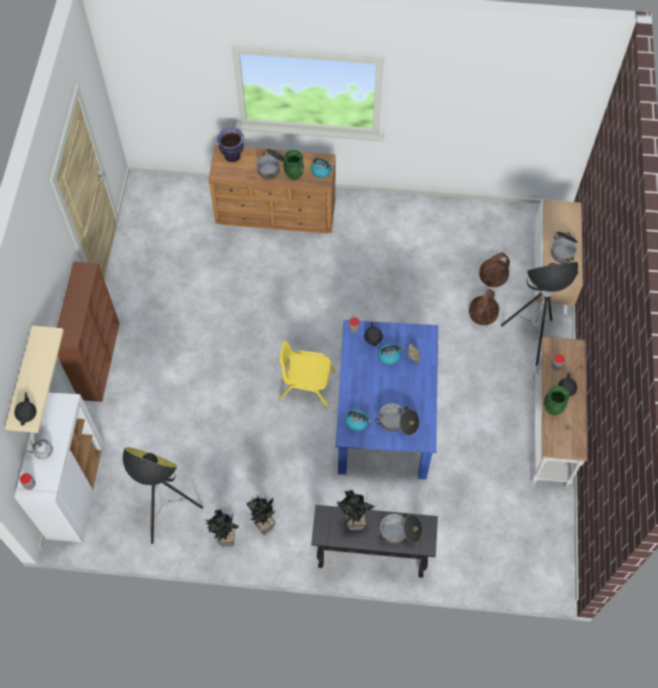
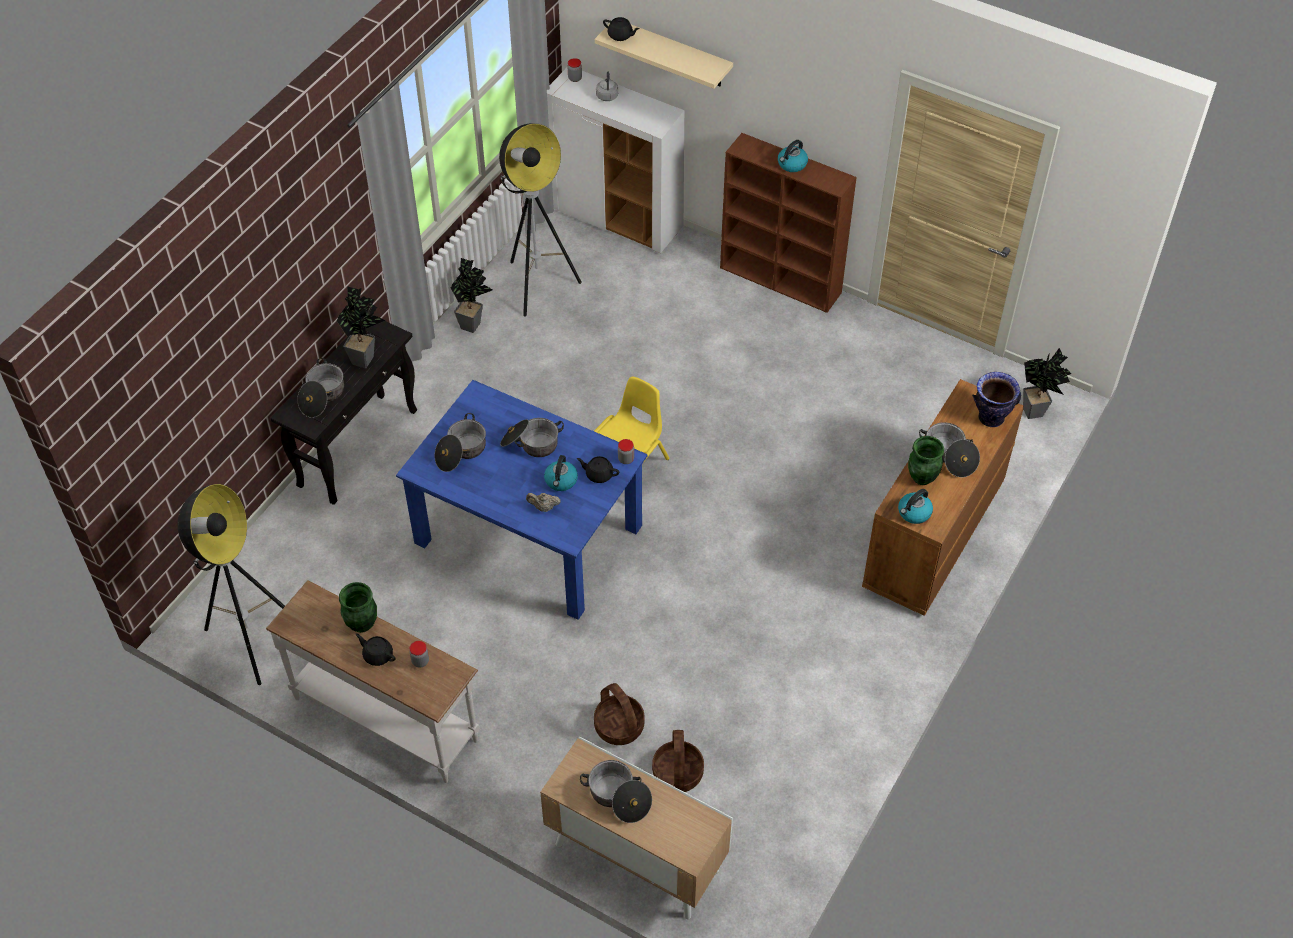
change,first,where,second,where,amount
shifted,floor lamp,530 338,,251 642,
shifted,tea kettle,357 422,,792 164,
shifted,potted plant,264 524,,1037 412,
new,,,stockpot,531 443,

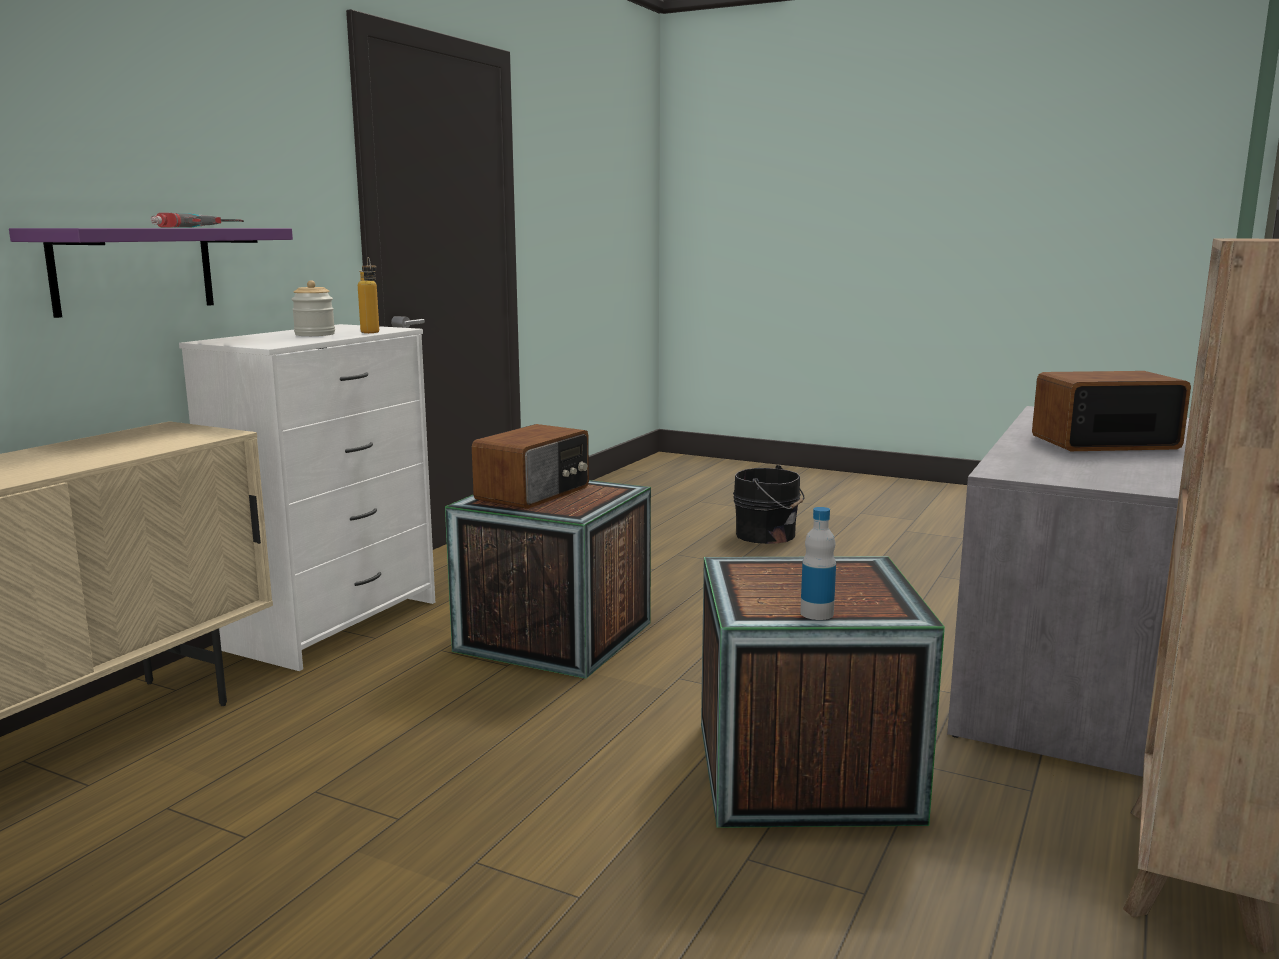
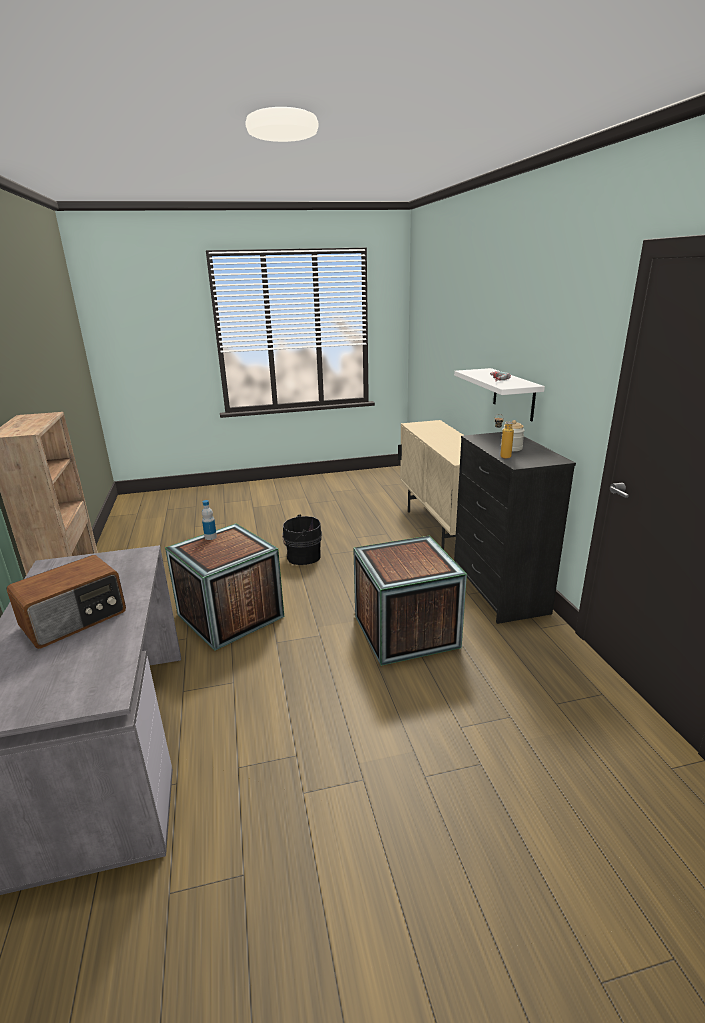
change,first,where,second,where,amount
repainted,purple-coloured wall shelf,134 269,whitish wall shelf,513 394,
repainted,whitish dresser,332 624,blackish dresser,498 591,
gone,radio receiver,535 493,,,
shifted,blackish bucket,768 535,,302 556,

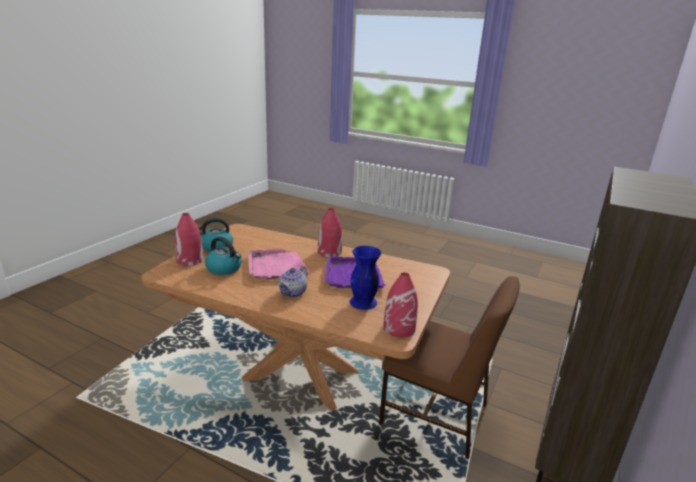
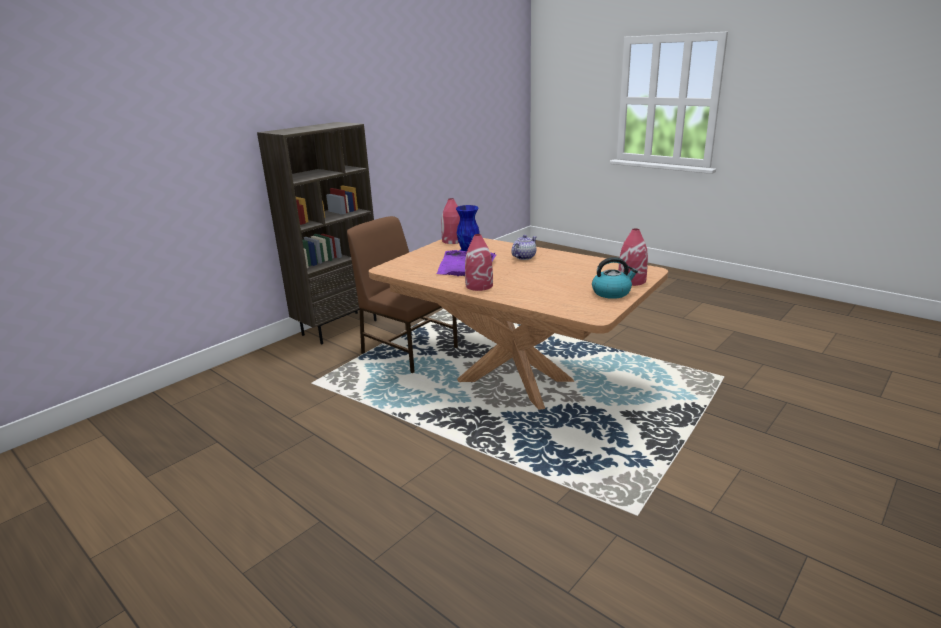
change,first,where,second,where,amount
gone,tea kettle,224 268,,,
gone,pink-coloured carrying tray,276 267,,,

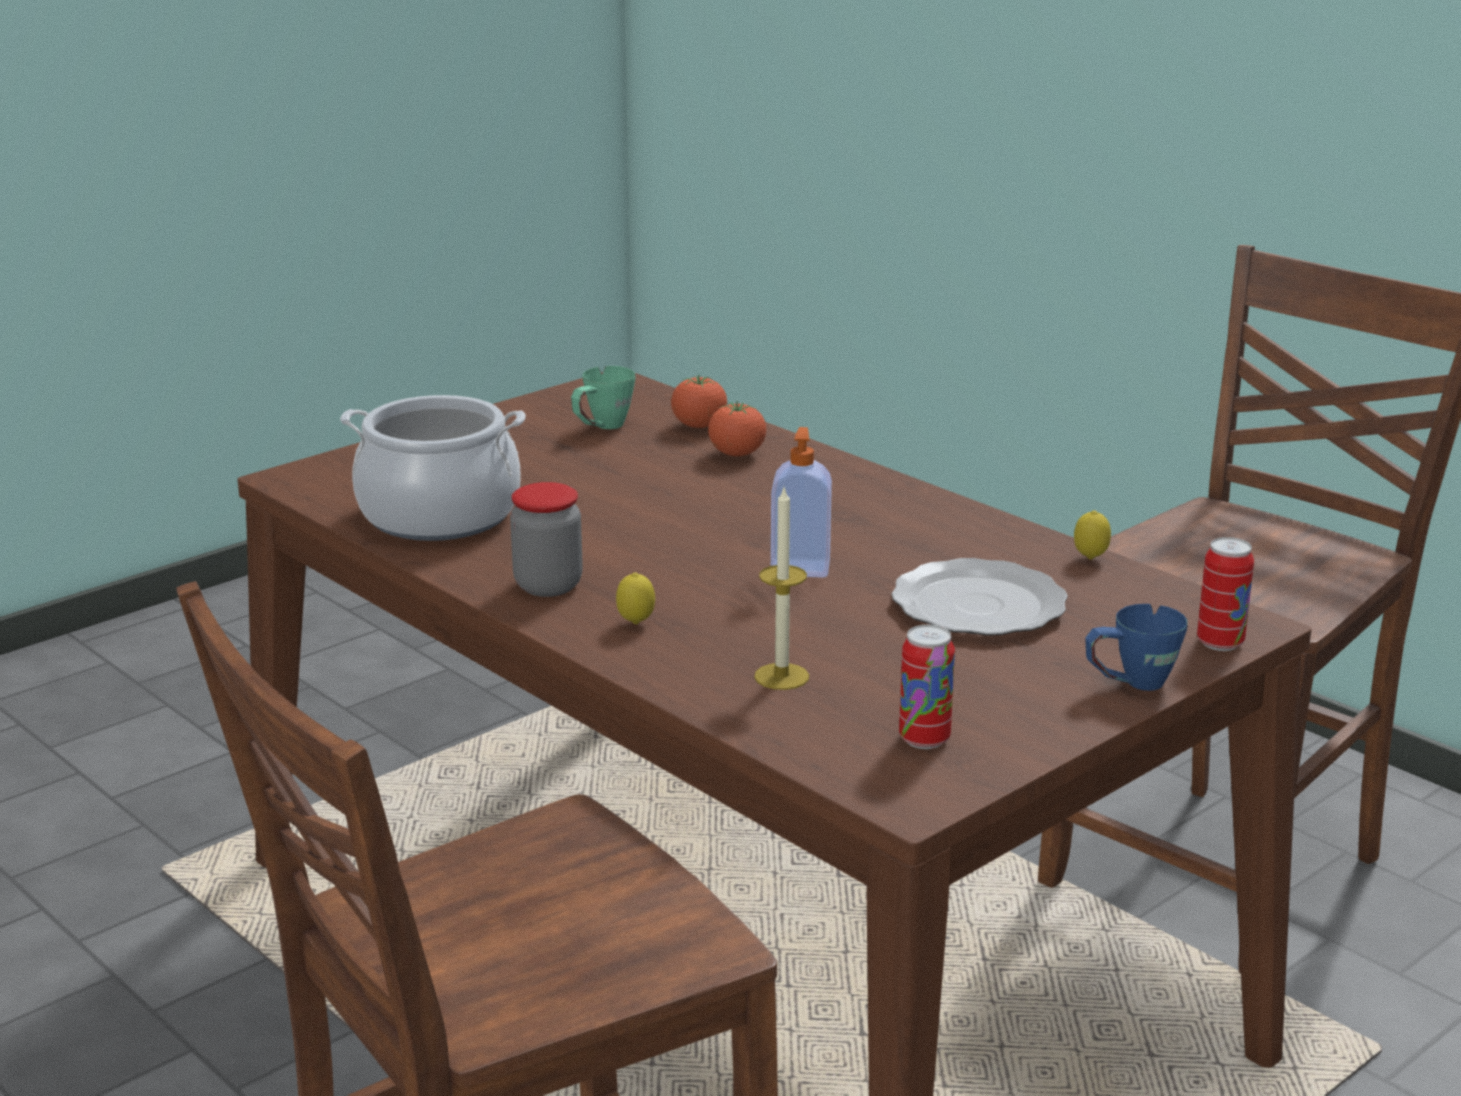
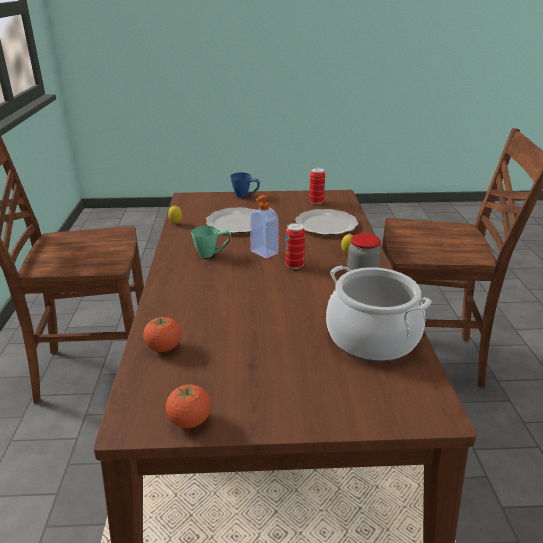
change,first,where,second,where,amount
shifted,green-coloured tea mug,601 428,,212 254,
shifted,fresh tomato,737 454,,190 421,
swapped,candle,781 676,plate,327 225,
shifted,metal can,1220 643,,294 265,

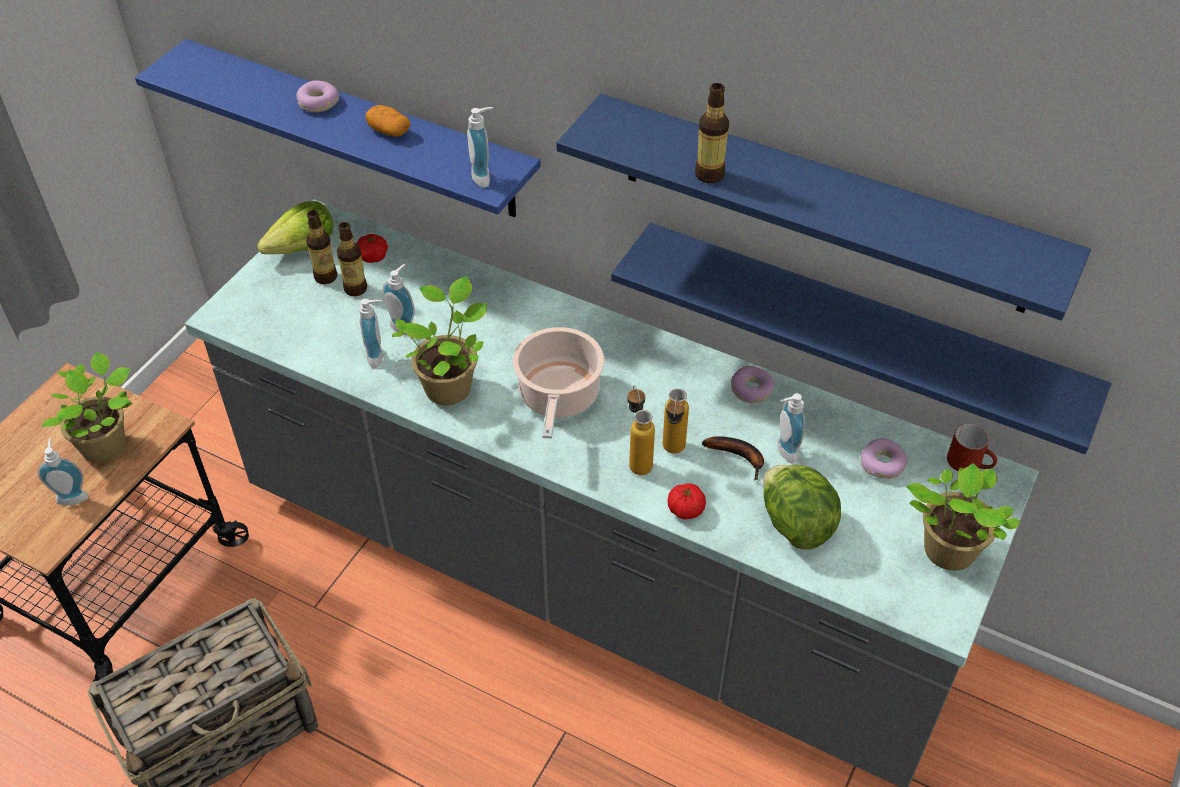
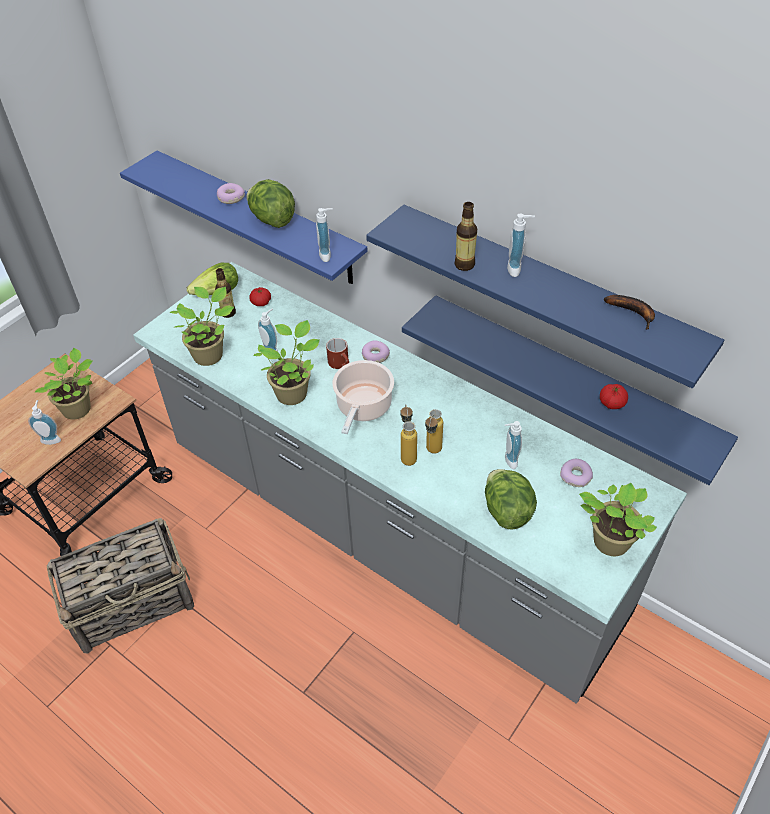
change,first,where,second,where,amount
swapped,whole potato,389 131,lettuce head,272 220,
gone,drink bottle,355 289,,,
shifted,liquid soap bottle,379 356,,517 268,
shifted,doughnut,751 390,,375 356,
shifted,red-coloured tea mug,970 463,,341 364,
shifted,banana,739 457,,633 313,
shifted,fresh tomato,685 509,,612 403,
new,,,potted plant,210 354,

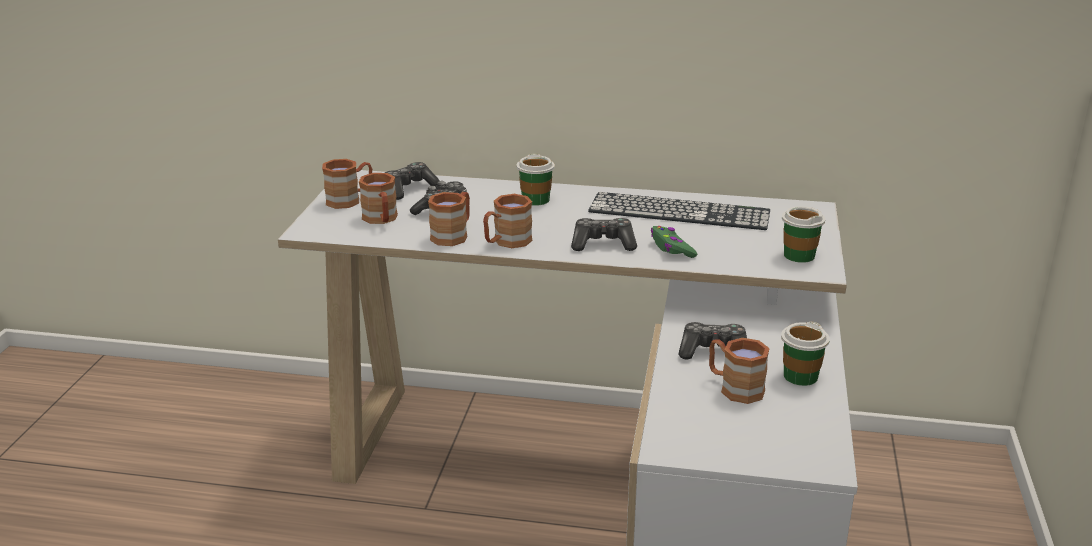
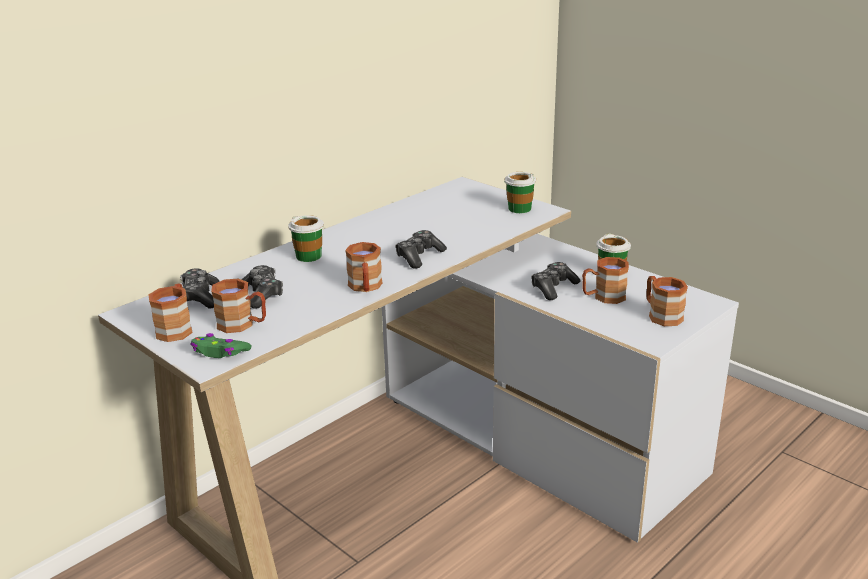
change,first,where,second,where,amount
shifted,brown-coloured tea mug,453 235,,661 315,
gone,PC keyboard,679 211,,,
shifted,green-coloured game controller,671 248,,220 352,

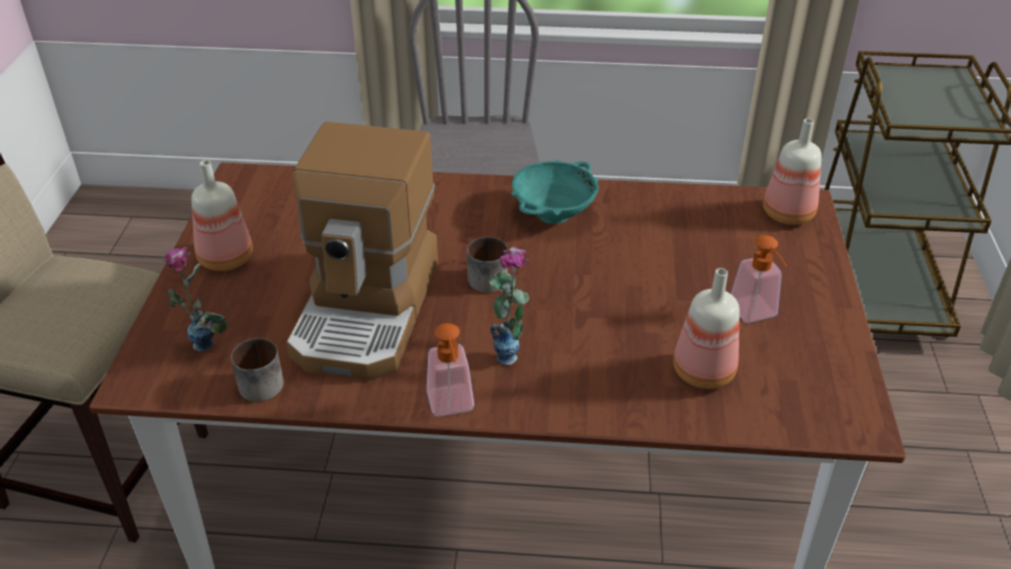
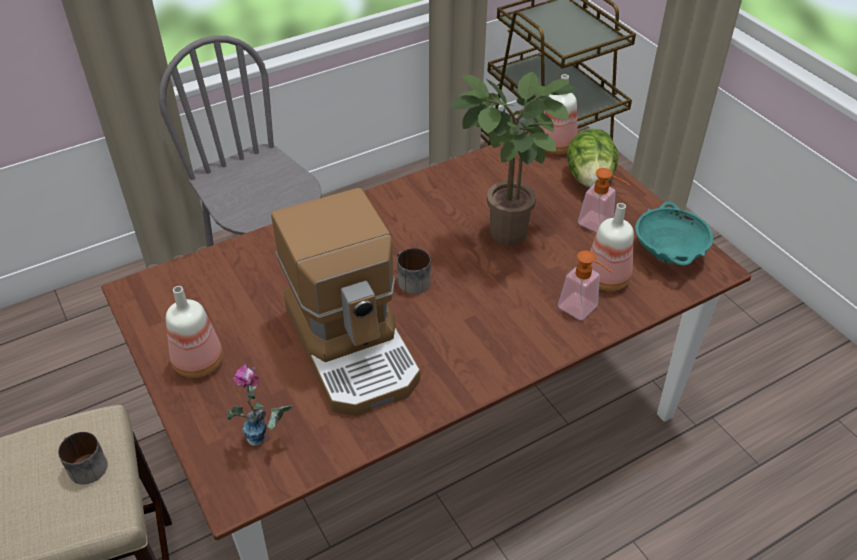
change,first,where,second,where,amount
shifted,turquoise serving bowl,553 214,,668 253,
gone,vase,510 348,,,
shifted,liquid soap bottle,452 407,,583 310,
shifted,tea mug,258 381,,83 466,
new,,,potted plant,506 237,
new,,,lettuce head,589 179,

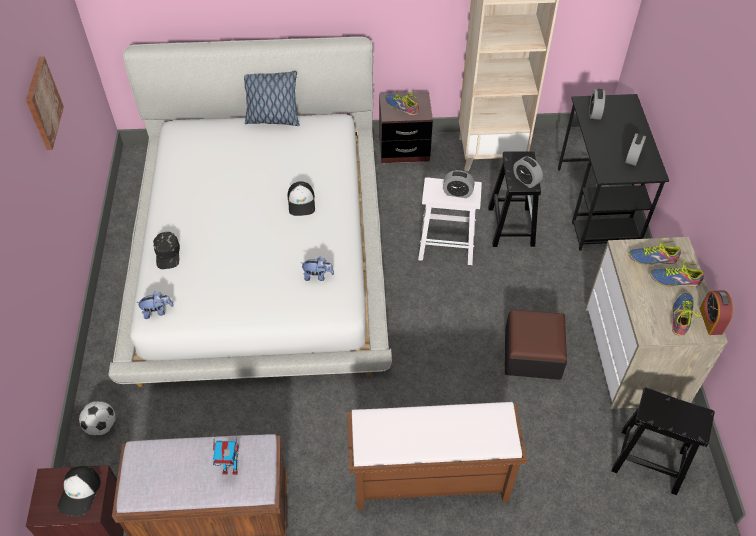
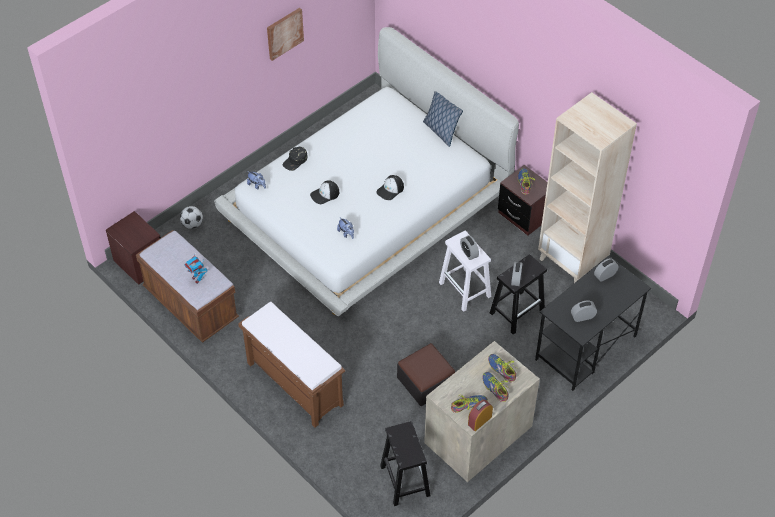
change,first,where,second,where,amount
shifted,cap,80 493,,325 194,

